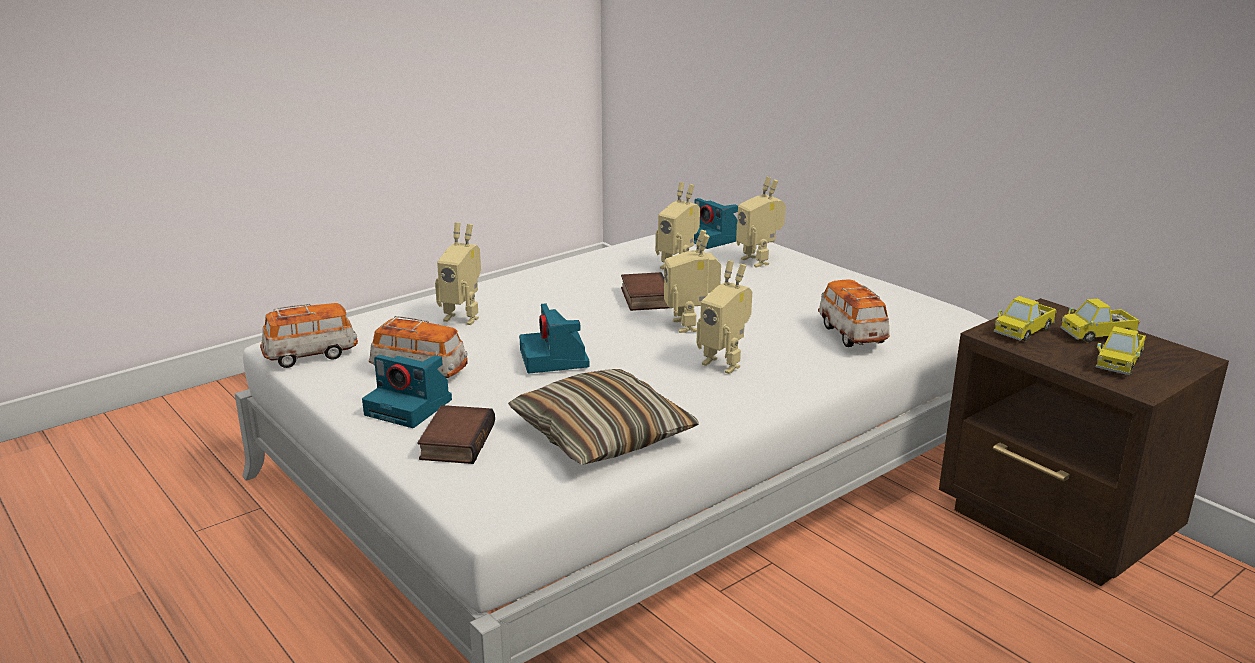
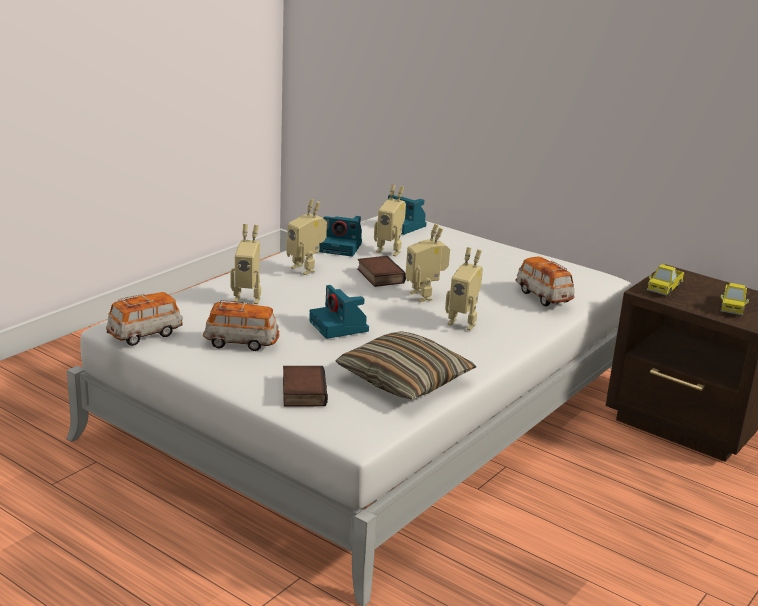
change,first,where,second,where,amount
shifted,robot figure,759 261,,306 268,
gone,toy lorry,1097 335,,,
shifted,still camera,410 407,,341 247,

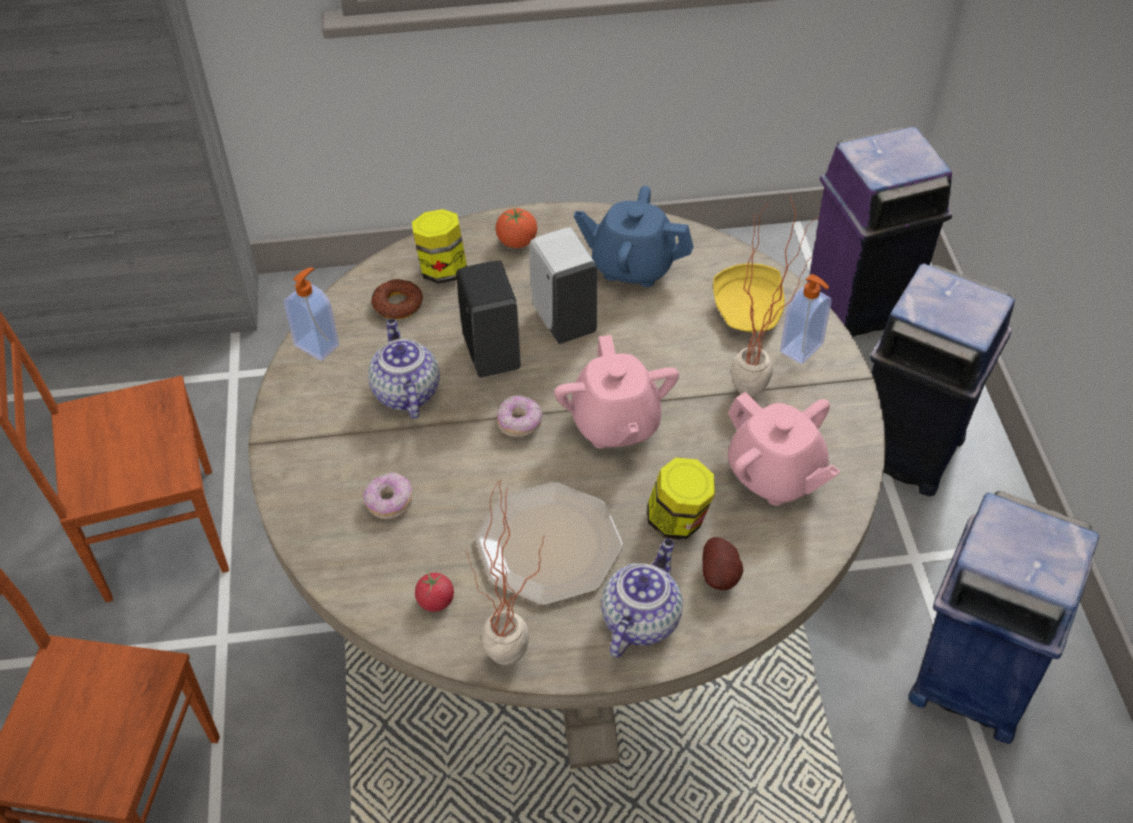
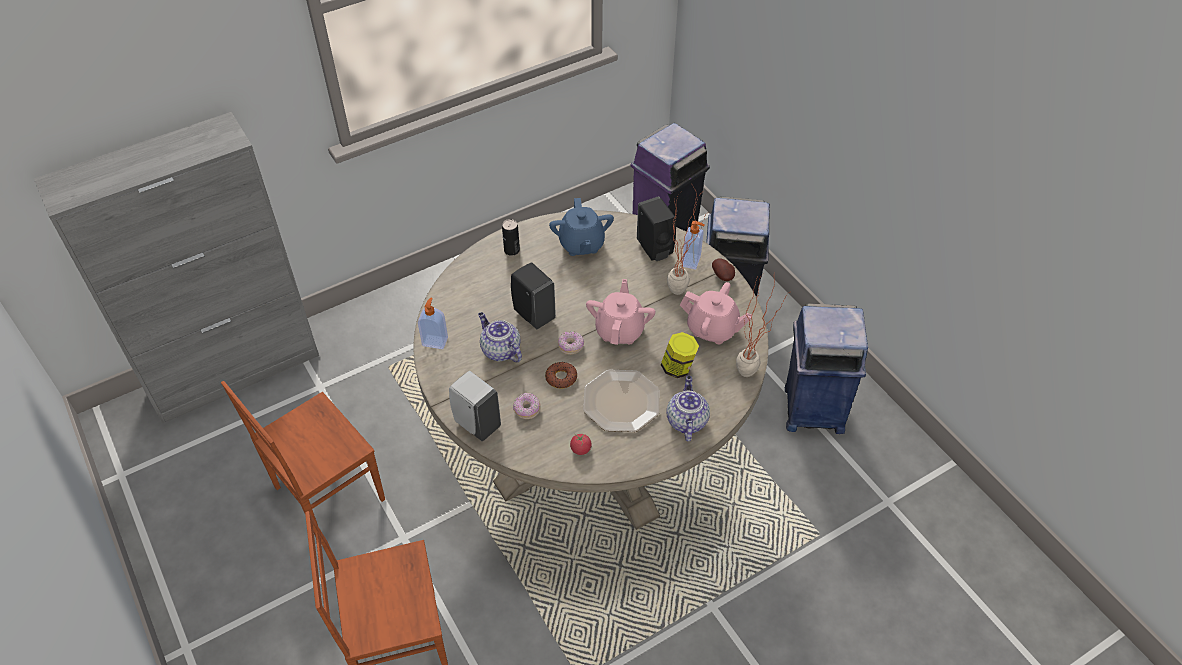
change,first,where,second,where,amount
rotated,blue tea pot,632 265,,581 244,90 degrees counterclockwise
swapped,fresh tomato,517 242,metal can,511 250,
gone,storage jar,442 269,,,
shifted,whitish liquid soap bottle,563 319,,476 423,
swapped,yellow-coloured plate,749 311,blackish liquid soap bottle,655 250,
shifted,doughnut,397 304,,561 378,
rotated,pink-coloured tea pot,615 424,,620 330,135 degrees counterclockwise
shifted,potted plant,515 666,,752 376,
shifted,whole potato,721 576,,723 276,

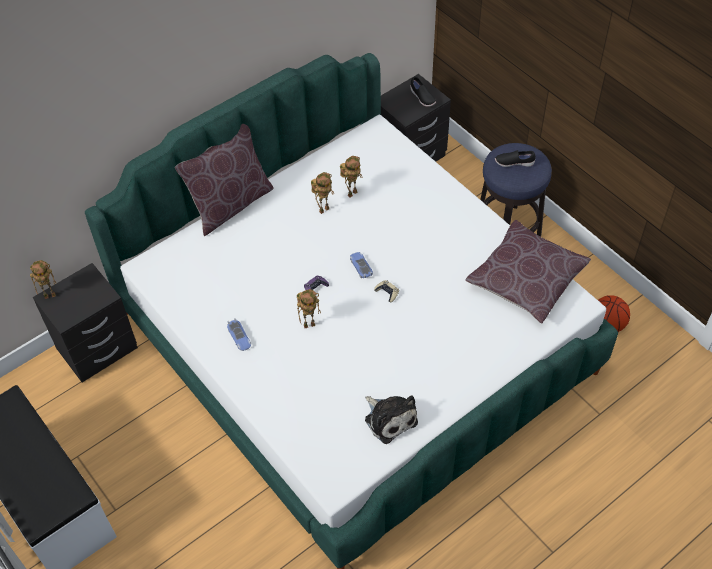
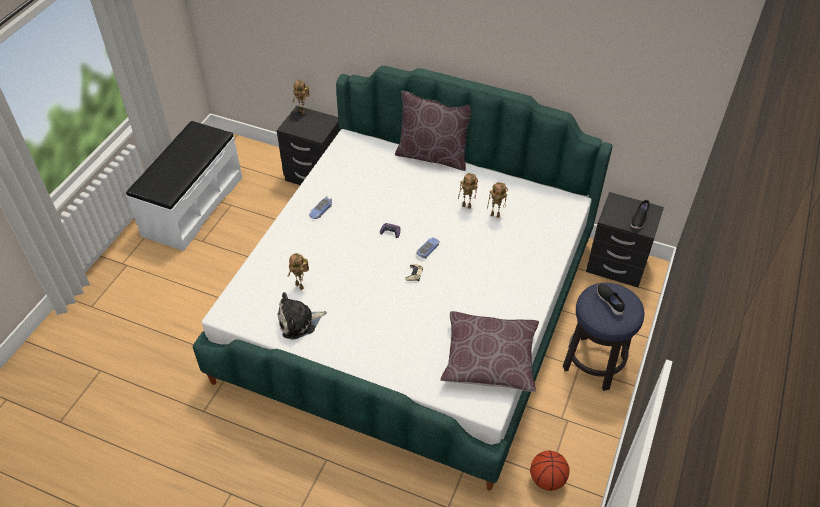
change,first,where,second,where,amount
shifted,robot figure,310 324,,301 286,
rotated,soft toy,389 418,,299 322,45 degrees clockwise

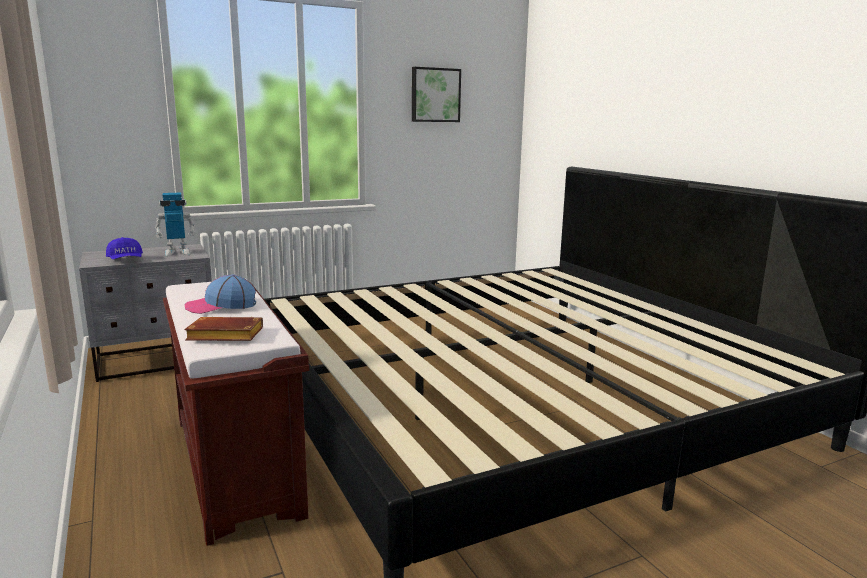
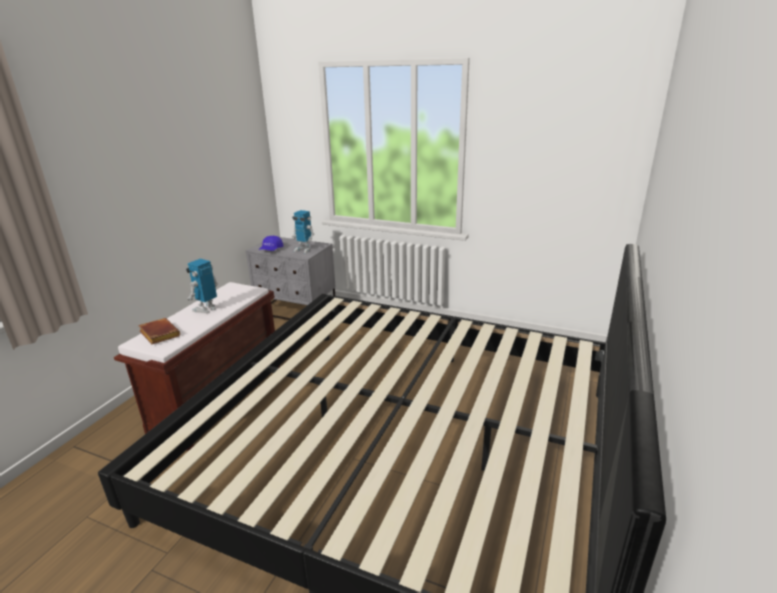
change,first,where,second,where,amount
gone,wall art,435 95,,,
swapped,cap,221 306,robot figure,206 309,

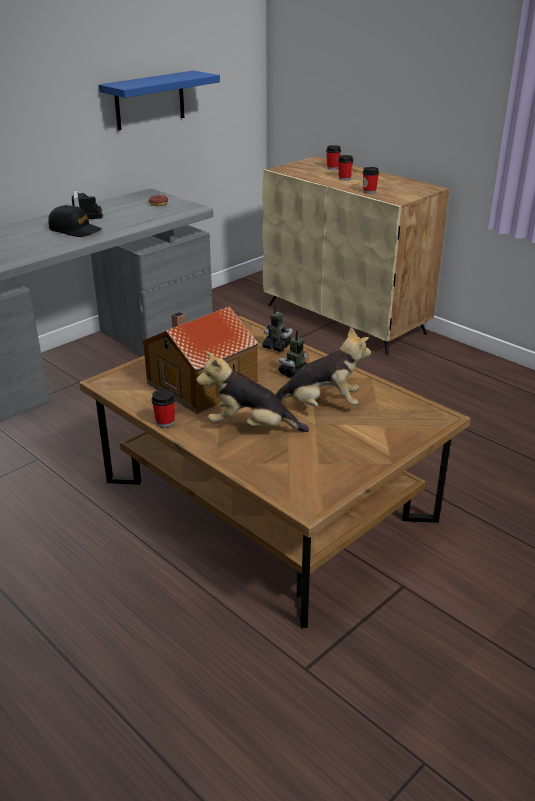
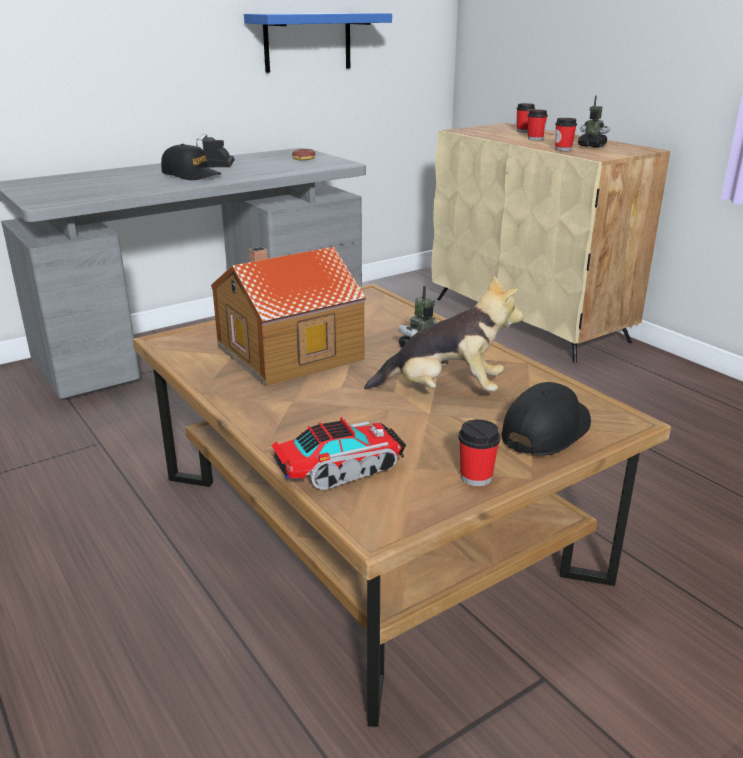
change,first,where,second,where,amount
shifted,robot figure,276 346,,591 146,
gone,soft toy,251 427,,,
shifted,cup,165 422,,476 477,
new,,,blackish cap,546 431,
new,,,toy lorry,341 469,

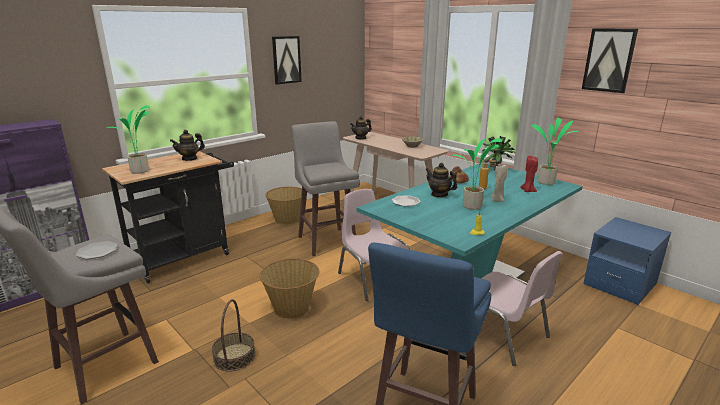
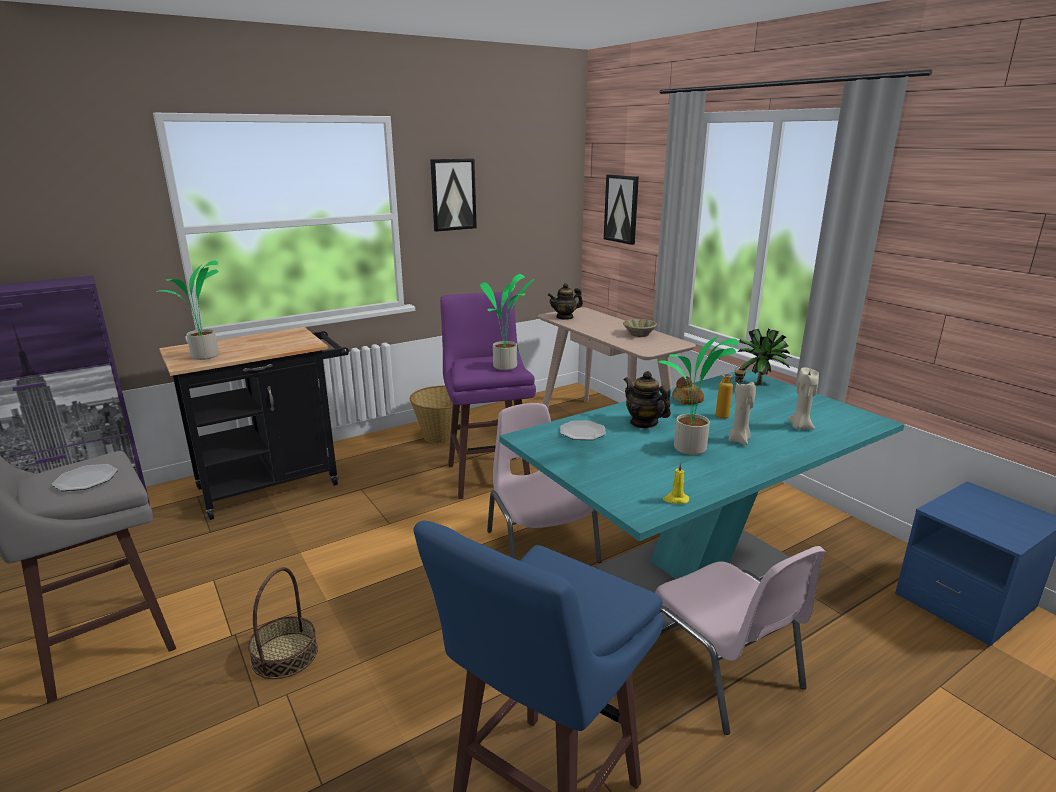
change,first,where,second,where,amount
shifted,wall art,609 60,,621 209,
shifted,potted plant,547 182,,507 367,
repainted,gray stool,327 241,purple-coloured stool,488 475,
gone,tea pot,189 158,,,
repainted,red-coloured candle,527 191,beige candle,799 427,
gone,storage basket,292 307,,,

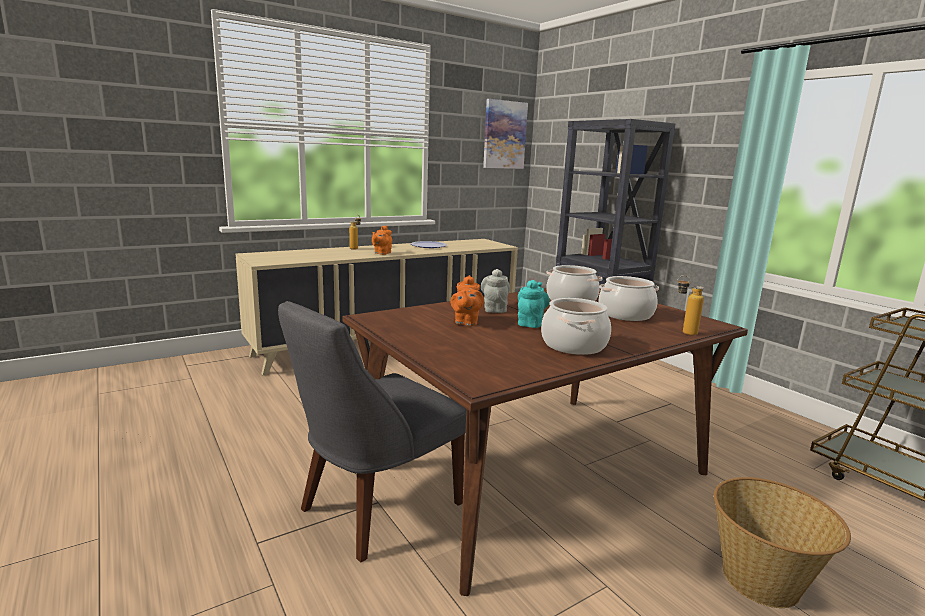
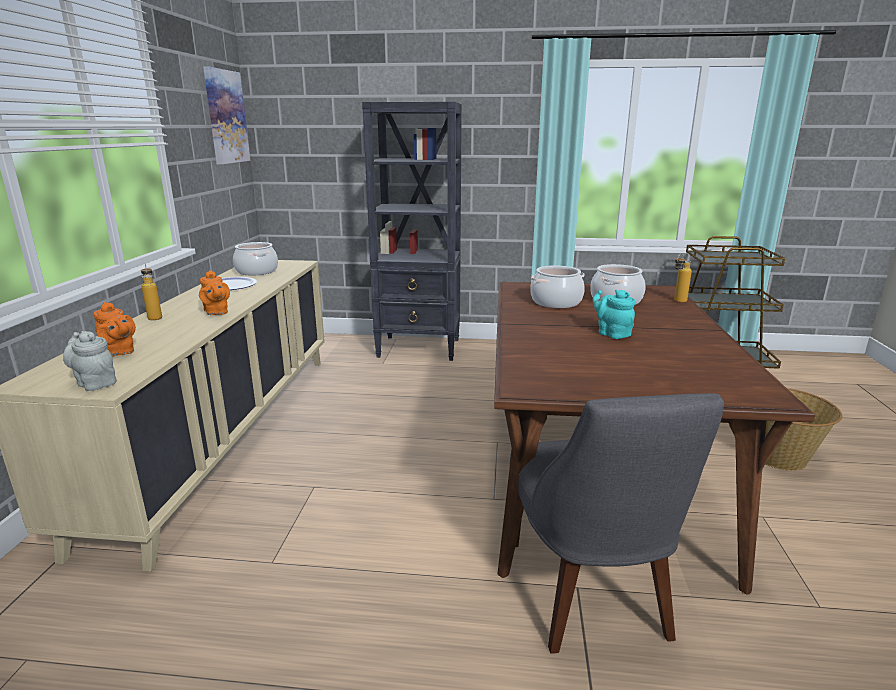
change,first,where,second,where,amount
shifted,gray tea pot,494 309,,95 383,
shifted,orange-coloured tea pot,466 322,,119 352,
shifted,stockpot,573 345,,256 271,

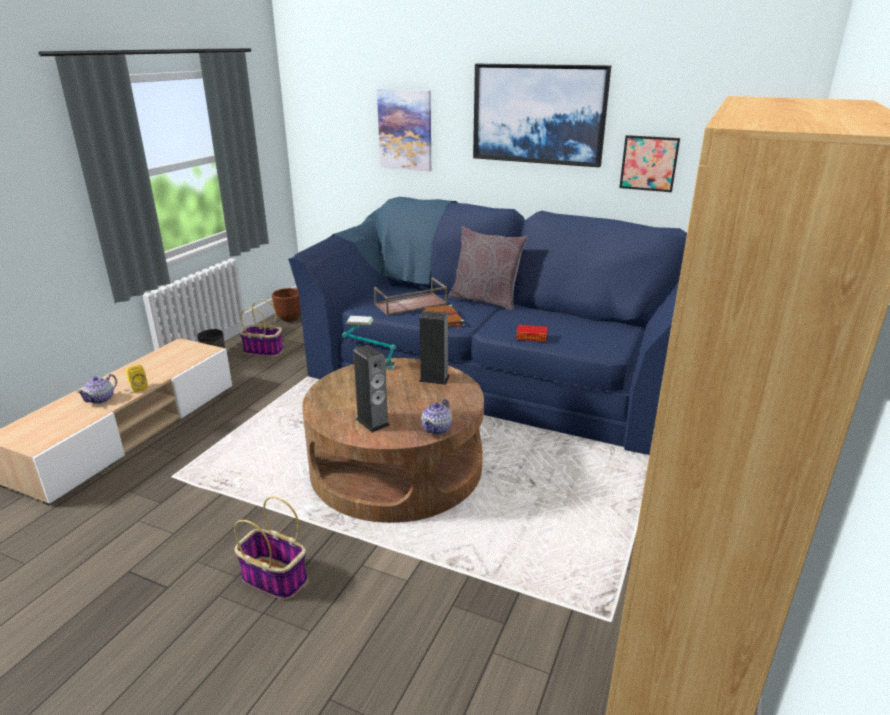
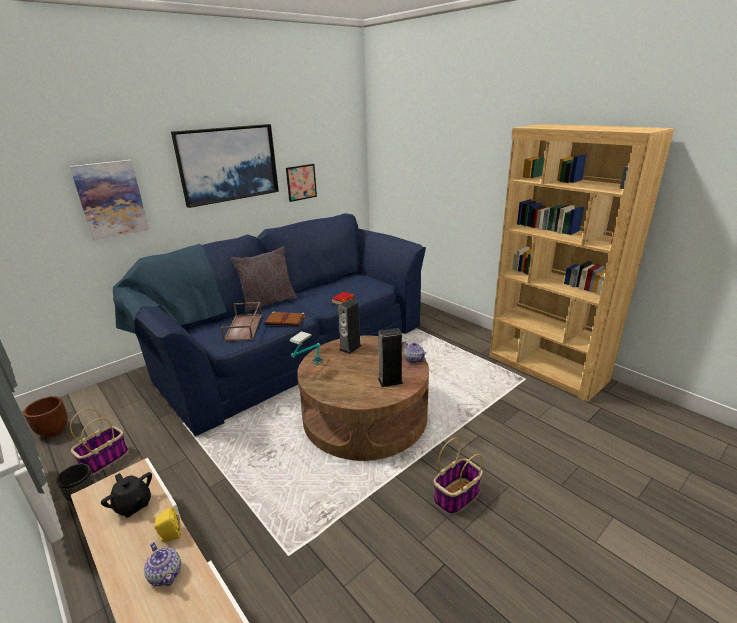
change,first,where,second,where,amount
new,,,blackish tea pot,133 505,

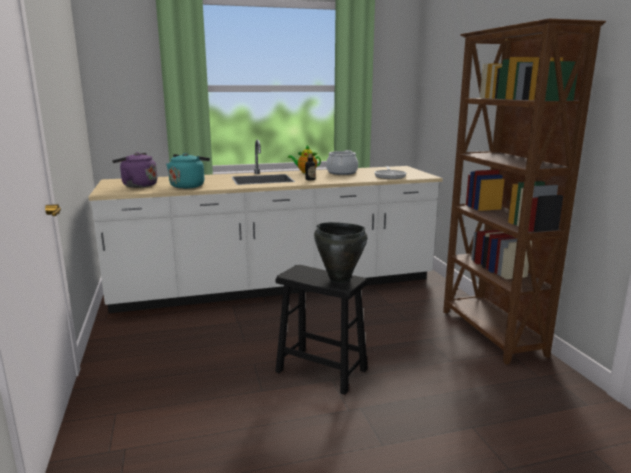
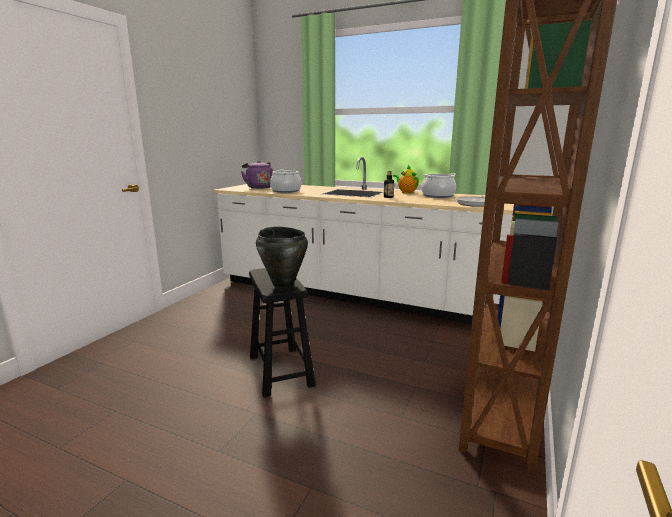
change,first,where,second,where,amount
swapped,turquoise tea kettle,188 186,stockpot,286 191,

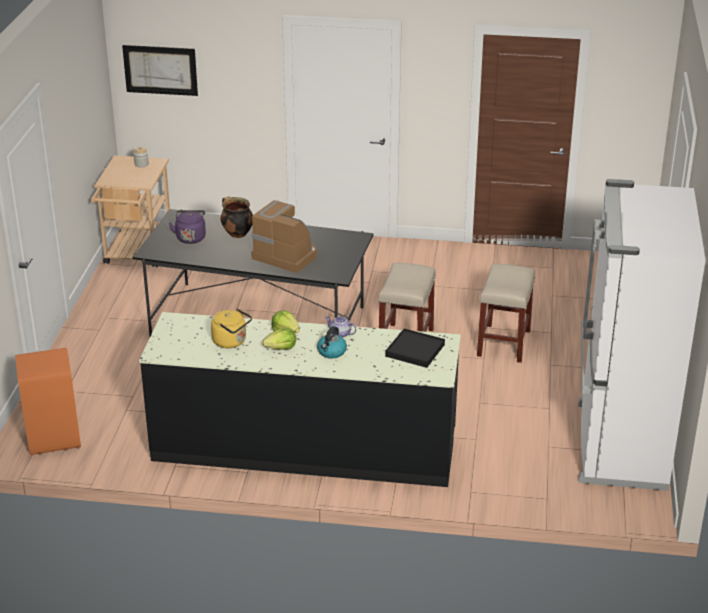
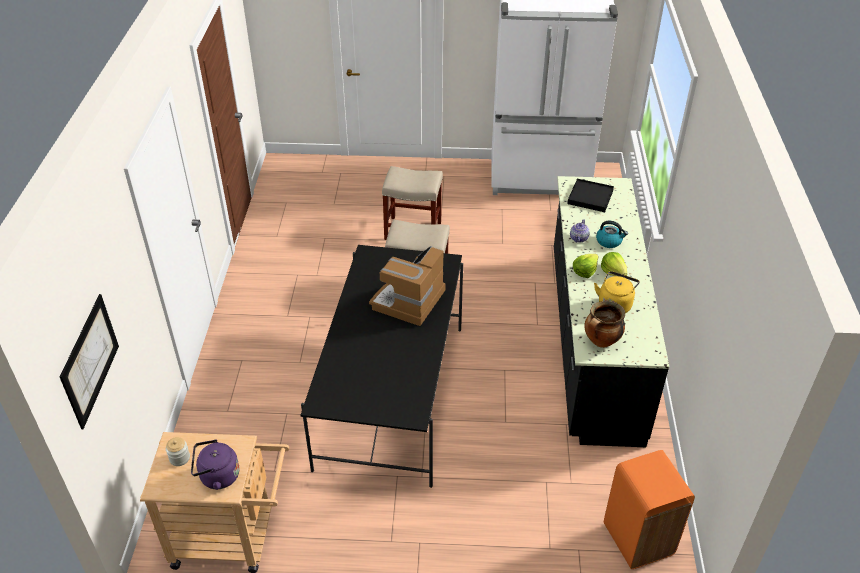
change,first,where,second,where,amount
shifted,stockpot,237 234,,601 342,
shifted,purple-coloured tea kettle,190 237,,217 477,

